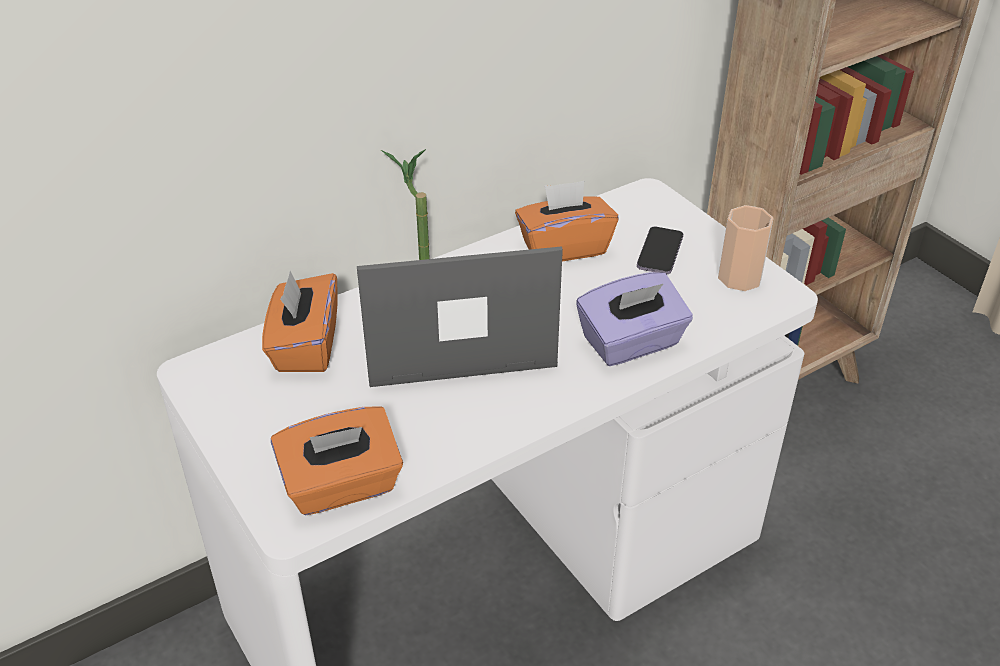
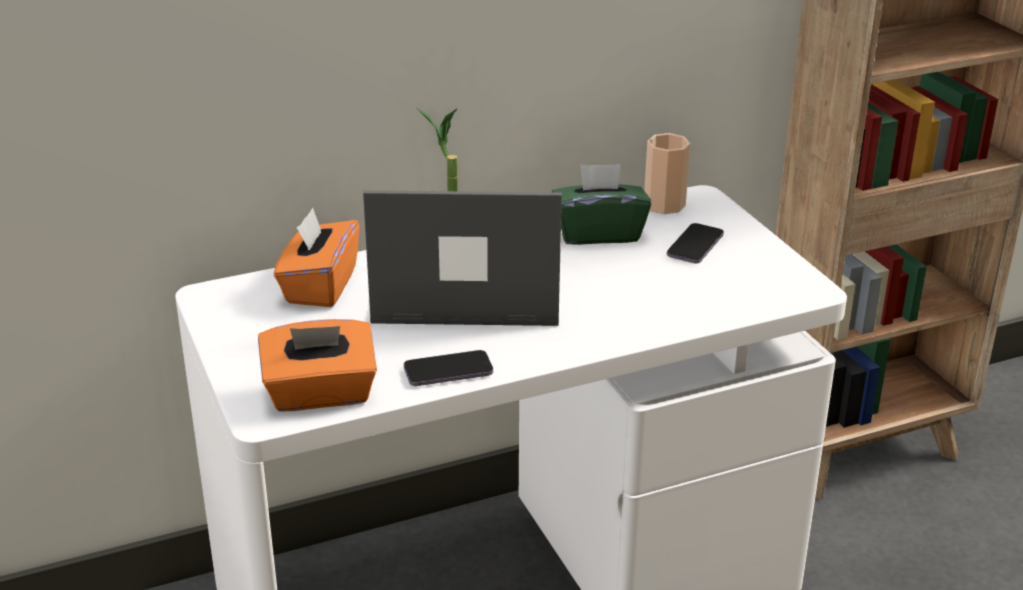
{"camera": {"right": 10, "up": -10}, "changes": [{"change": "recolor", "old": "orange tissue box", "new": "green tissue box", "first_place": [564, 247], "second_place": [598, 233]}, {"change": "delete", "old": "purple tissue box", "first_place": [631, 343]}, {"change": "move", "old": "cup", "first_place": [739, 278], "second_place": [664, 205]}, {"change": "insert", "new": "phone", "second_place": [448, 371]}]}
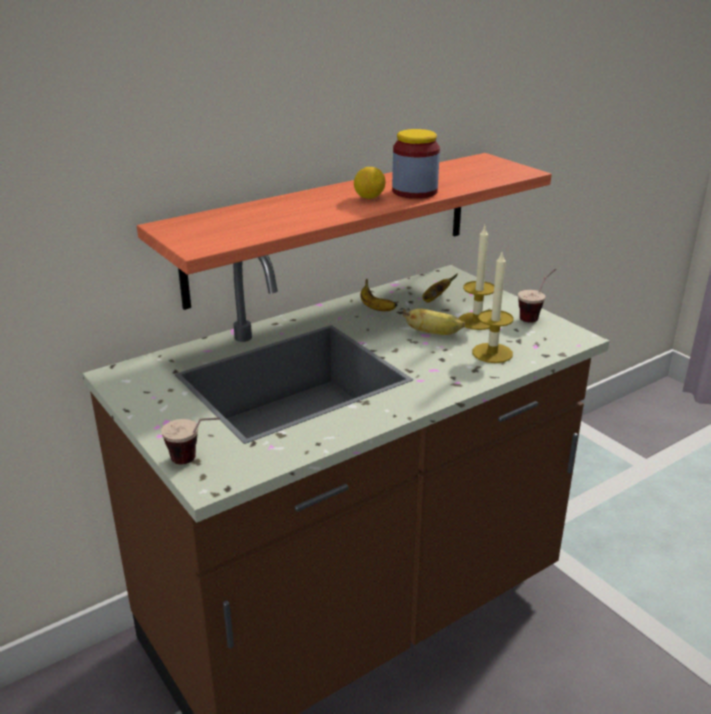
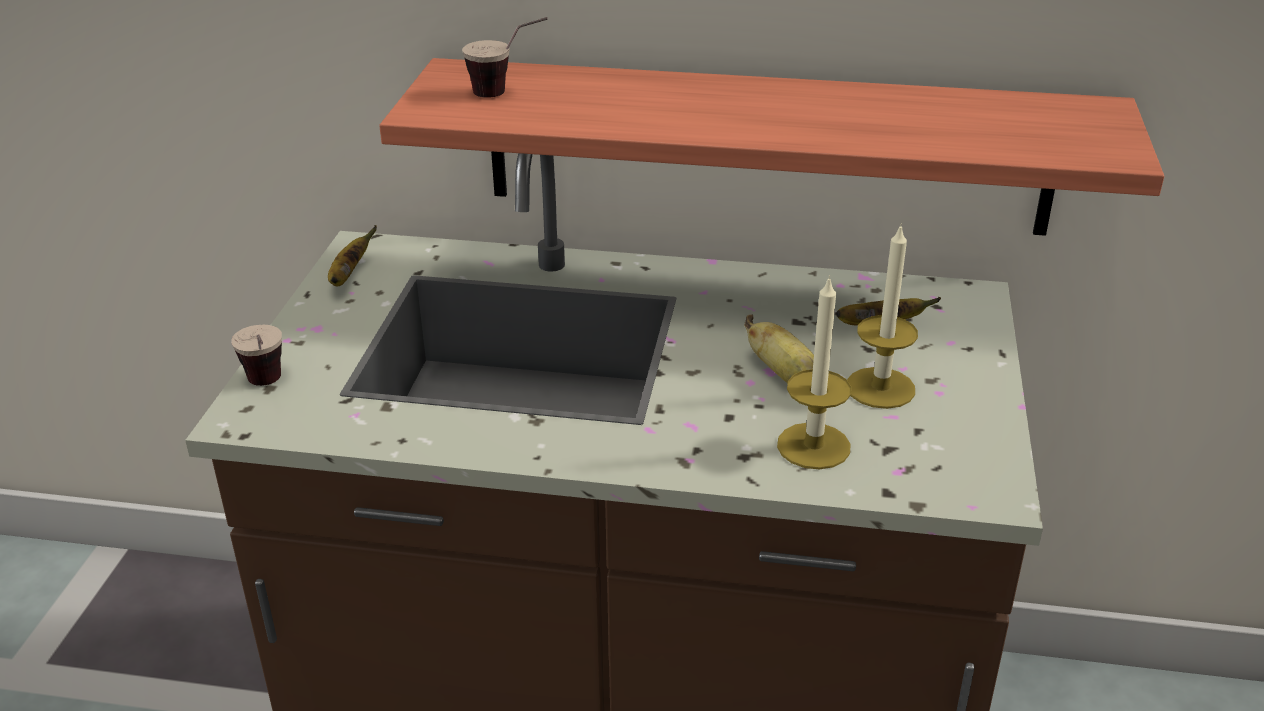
{"camera": {"right": 45, "up": 5}, "changes": [{"change": "delete", "old": "lemon", "first_place": [369, 198]}, {"change": "move", "old": "banana", "first_place": [375, 308], "second_place": [348, 275]}, {"change": "delete", "old": "jar", "first_place": [414, 191]}, {"change": "move", "old": "cup", "first_place": [535, 316], "second_place": [508, 93]}]}
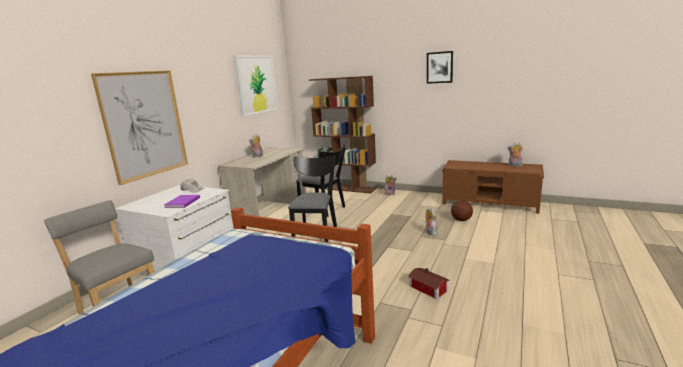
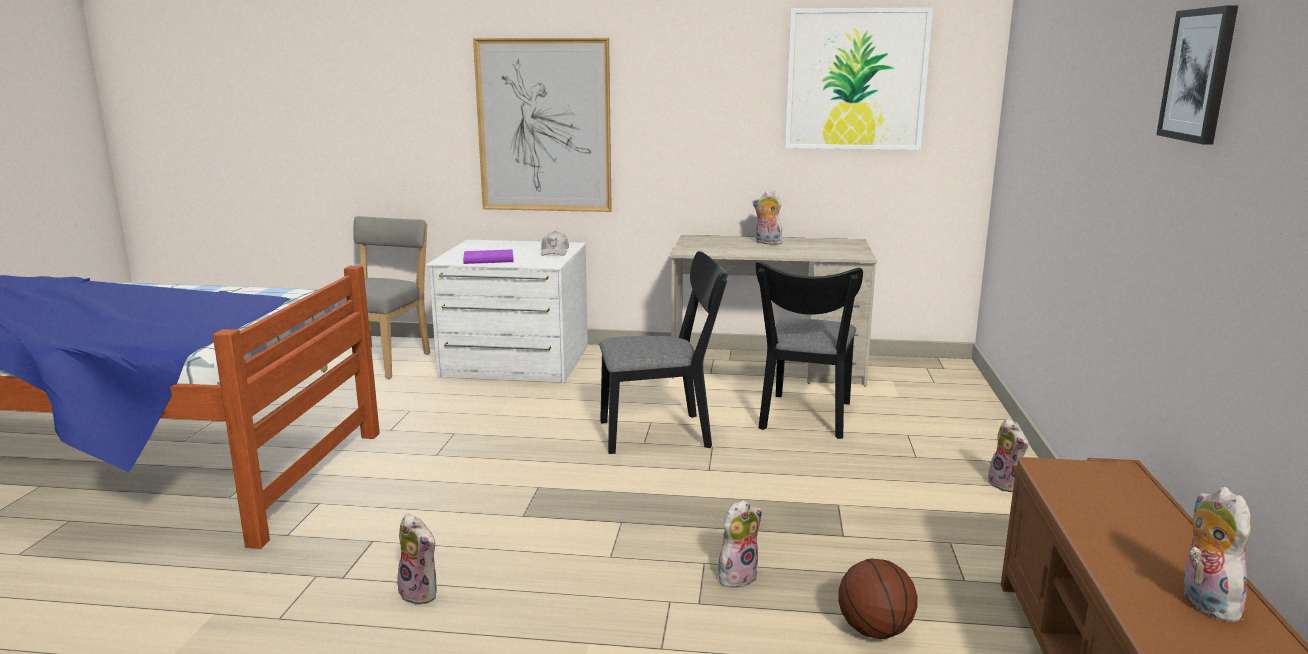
{"camera": {"right": 70, "up": 0}, "changes": [{"change": "delete", "old": "brown bookcase", "first_place": [347, 188]}, {"change": "replace", "old": "toy house", "new": "plush toy", "first_place": [428, 289], "second_place": [422, 593]}]}
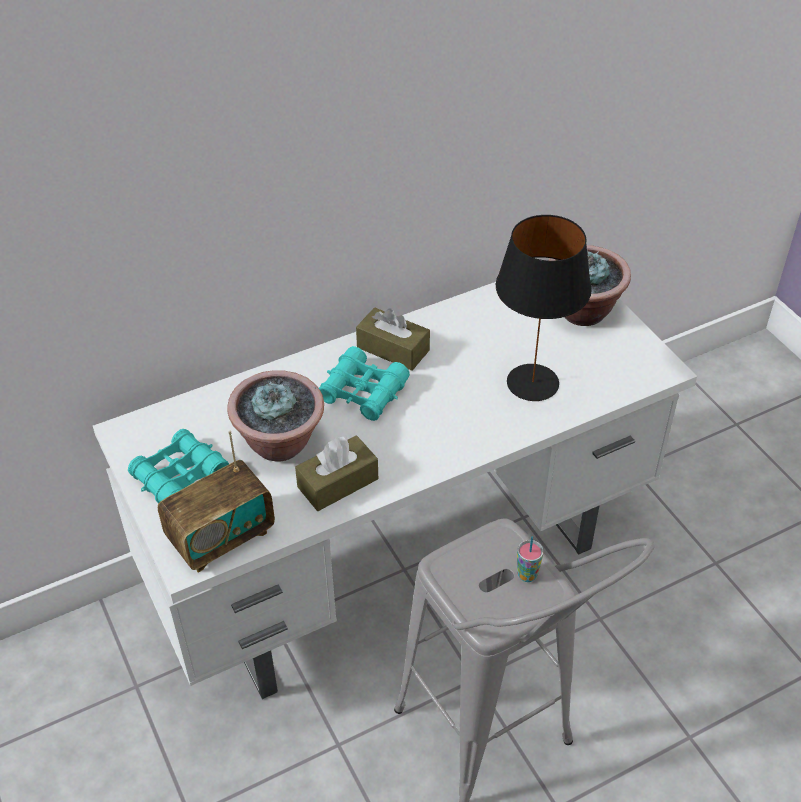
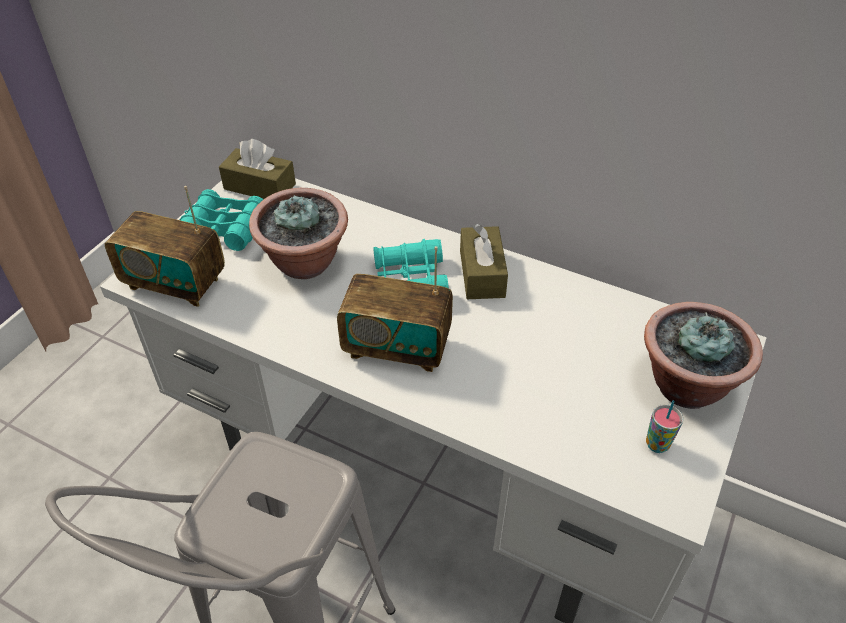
{"camera": {"right": 55, "up": 0}, "changes": [{"change": "move", "old": "brown tissue box", "first_place": [338, 483], "second_place": [259, 186]}, {"change": "delete", "old": "black table lamp", "first_place": [533, 383]}, {"change": "move", "old": "cup", "first_place": [527, 575], "second_place": [657, 444]}, {"change": "insert", "new": "radio", "second_place": [397, 347]}]}
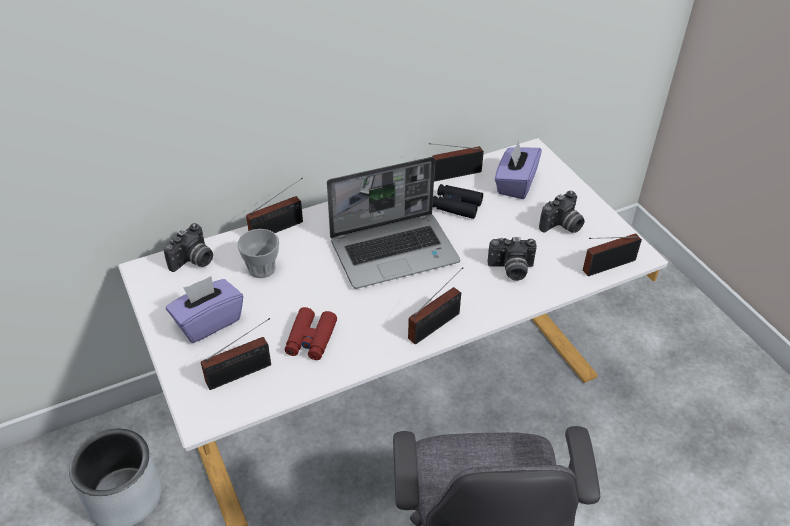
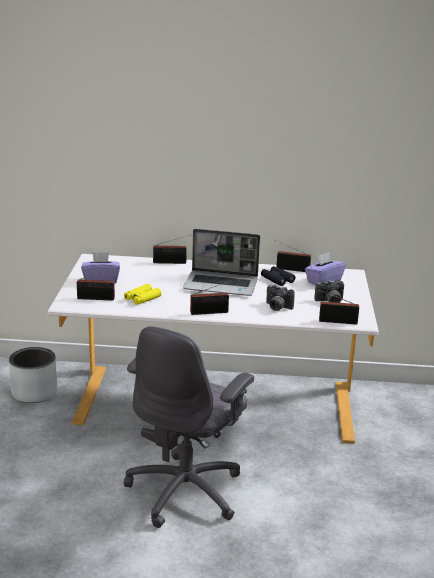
{"camera": {"right": 30, "up": -20}, "changes": [{"change": "delete", "old": "photo camera", "first_place": [193, 261]}, {"change": "delete", "old": "cup", "first_place": [262, 268]}, {"change": "recolor", "old": "red binoculars", "new": "yellow binoculars", "first_place": [311, 339], "second_place": [142, 298]}]}
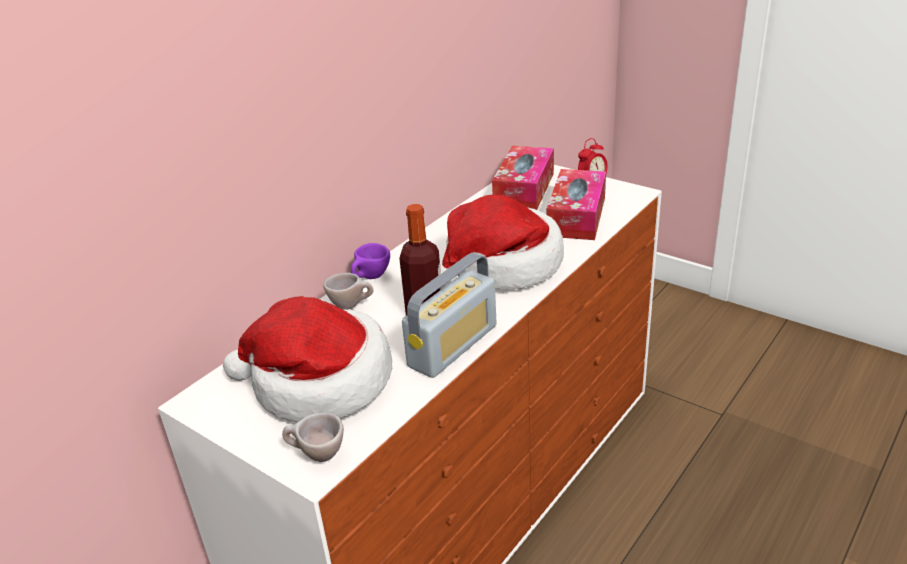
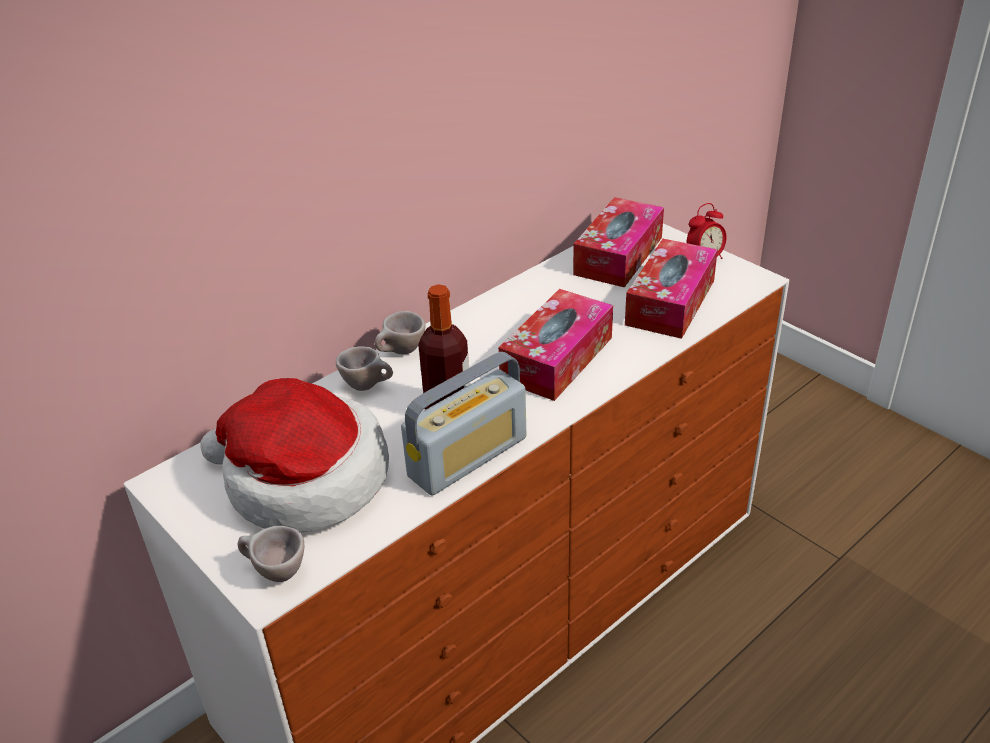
{"camera": {"right": 10, "up": 5}, "changes": [{"change": "recolor", "old": "purple cup", "new": "beige cup", "first_place": [371, 278], "second_place": [401, 353]}, {"change": "replace", "old": "hat", "new": "tissue box", "first_place": [501, 266], "second_place": [557, 358]}]}
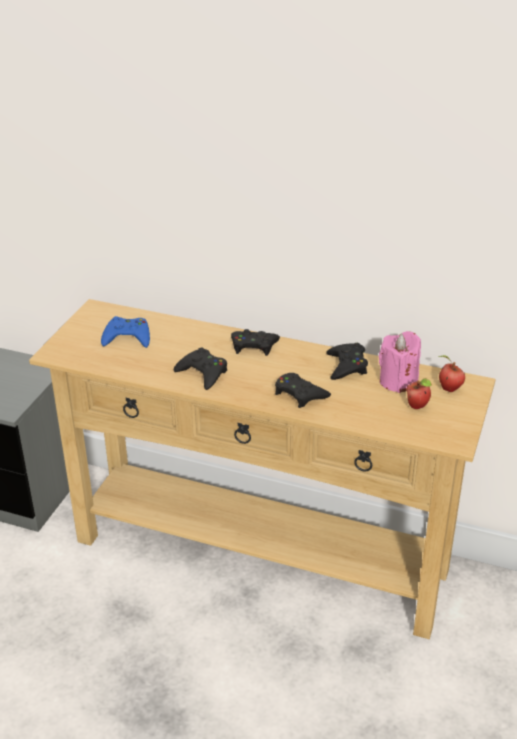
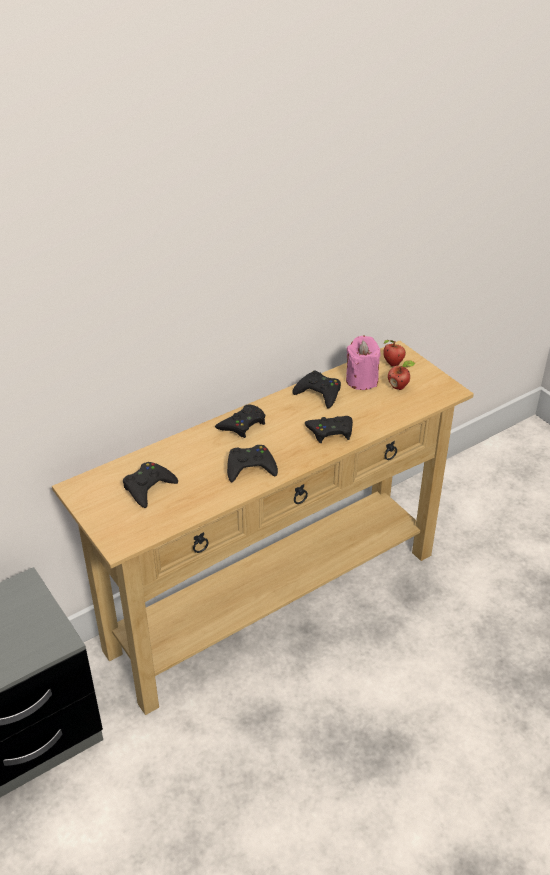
{"camera": {"right": -55, "up": 5}, "changes": [{"change": "recolor", "old": "blue game controller", "new": "black game controller", "first_place": [127, 337], "second_place": [148, 487]}]}
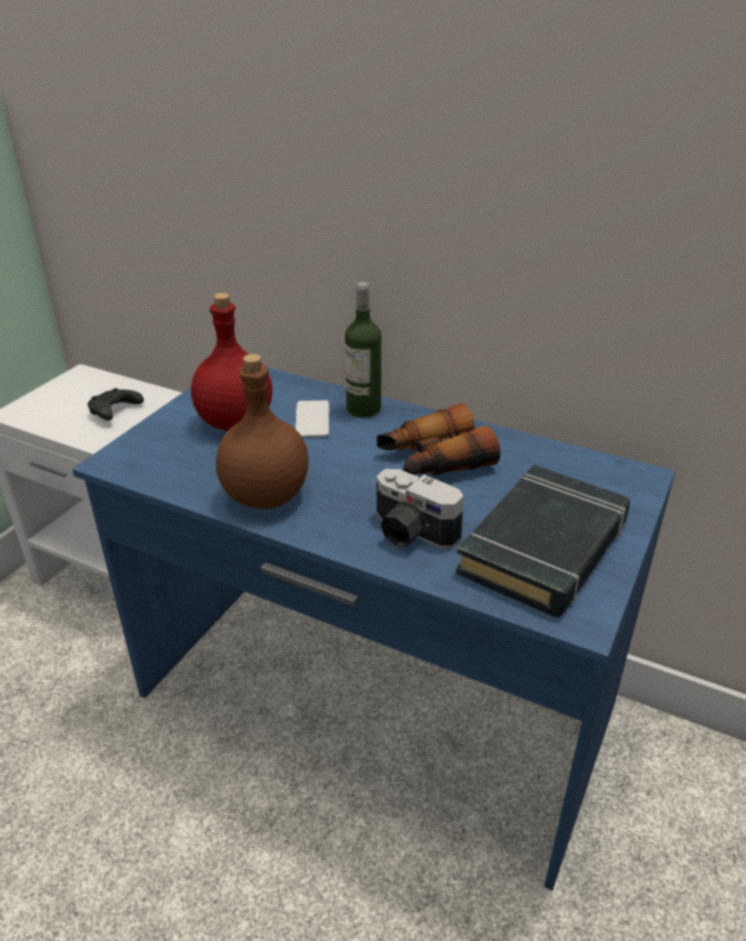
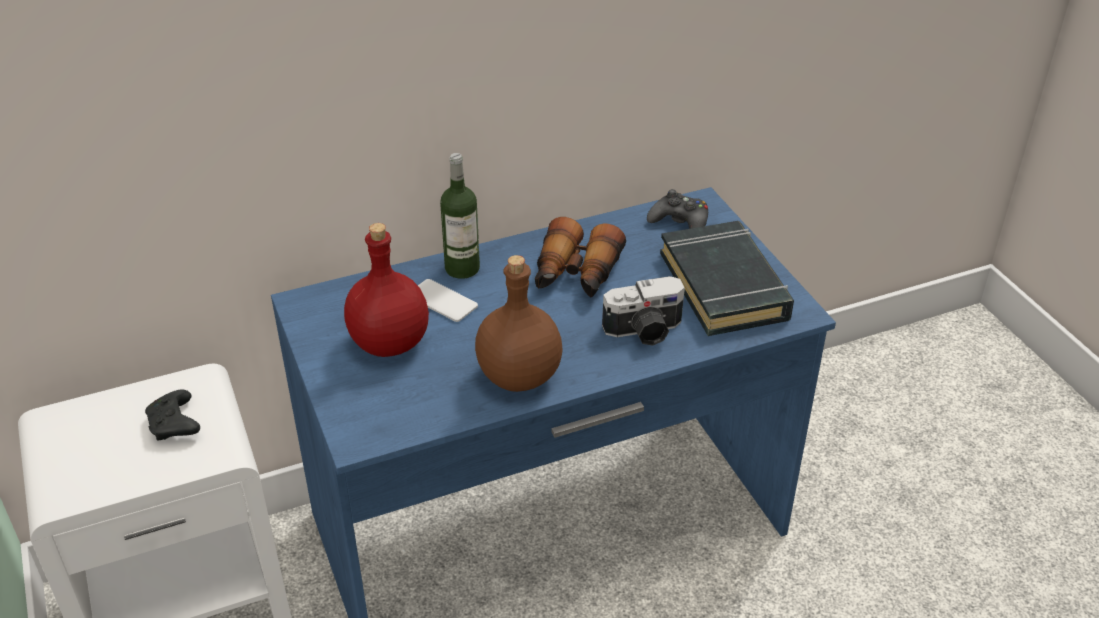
{"camera": {"right": -50, "up": 5}, "changes": [{"change": "insert", "new": "black game controller", "second_place": [680, 221]}]}
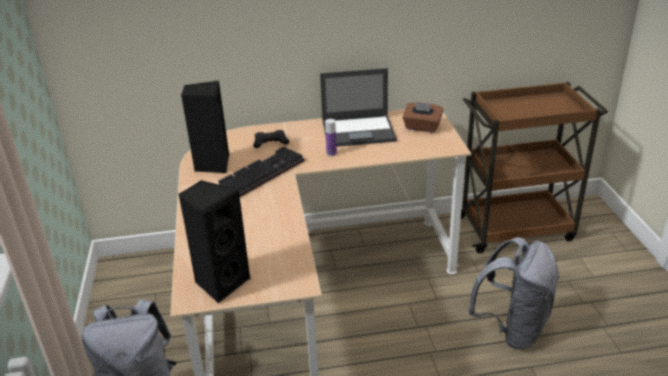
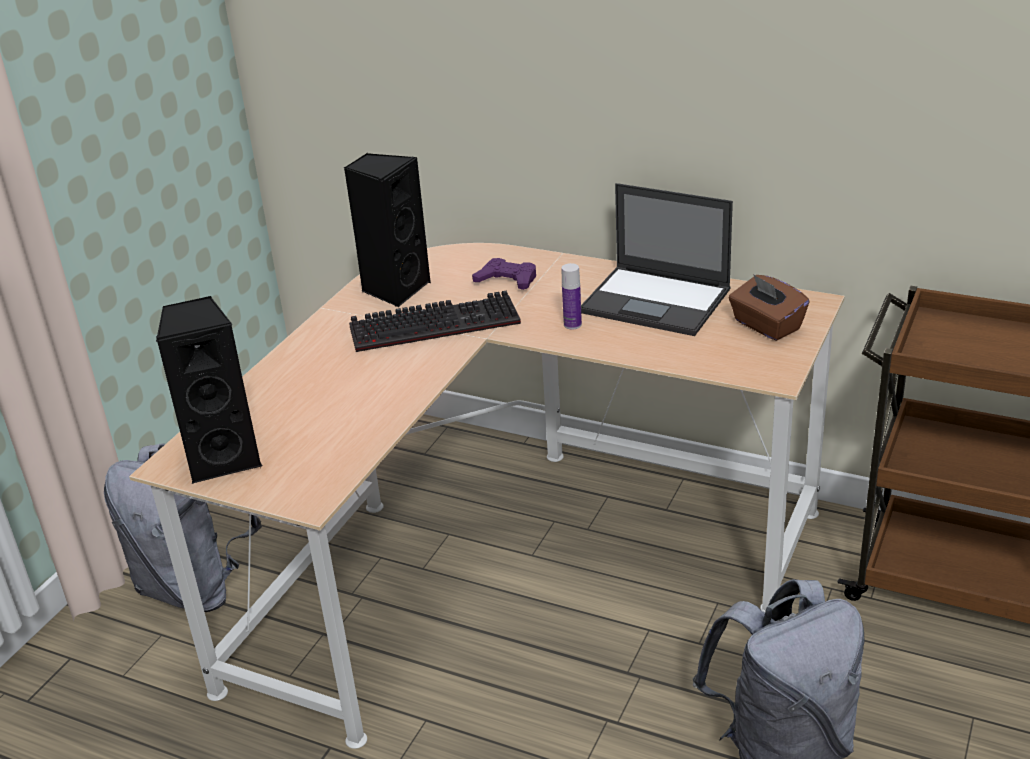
{"camera": {"right": 35, "up": 0}, "changes": [{"change": "recolor", "old": "black game controller", "new": "purple game controller", "first_place": [270, 142], "second_place": [507, 280]}]}
